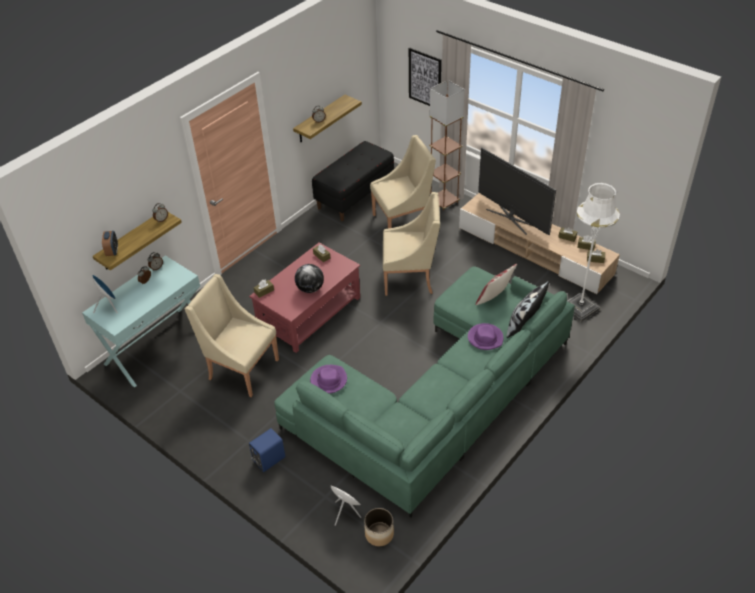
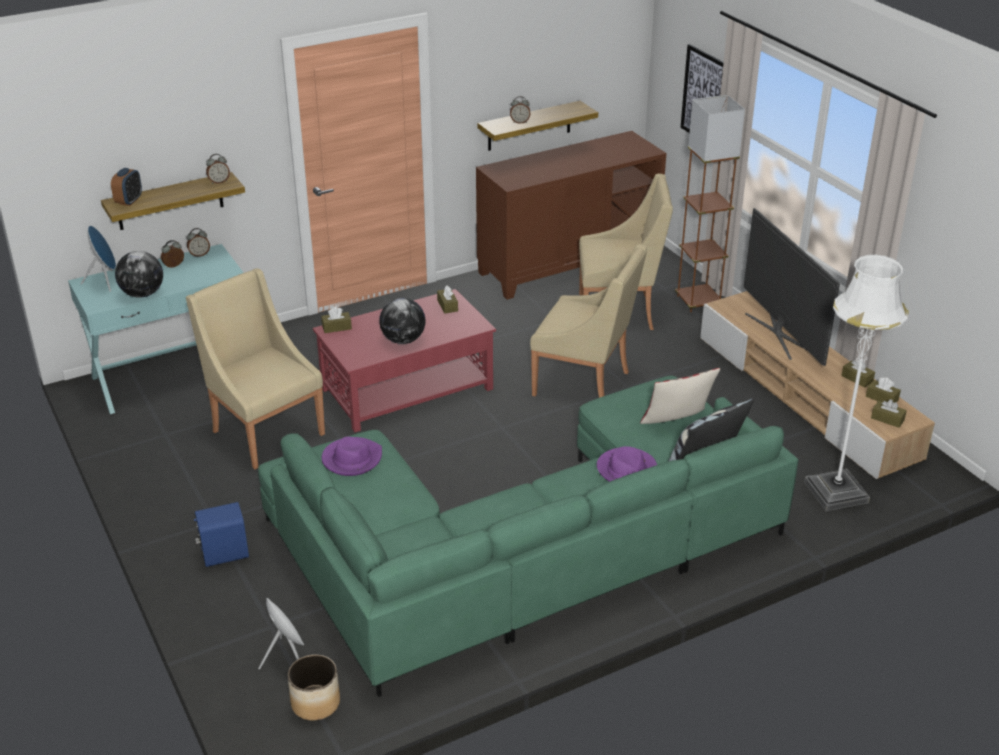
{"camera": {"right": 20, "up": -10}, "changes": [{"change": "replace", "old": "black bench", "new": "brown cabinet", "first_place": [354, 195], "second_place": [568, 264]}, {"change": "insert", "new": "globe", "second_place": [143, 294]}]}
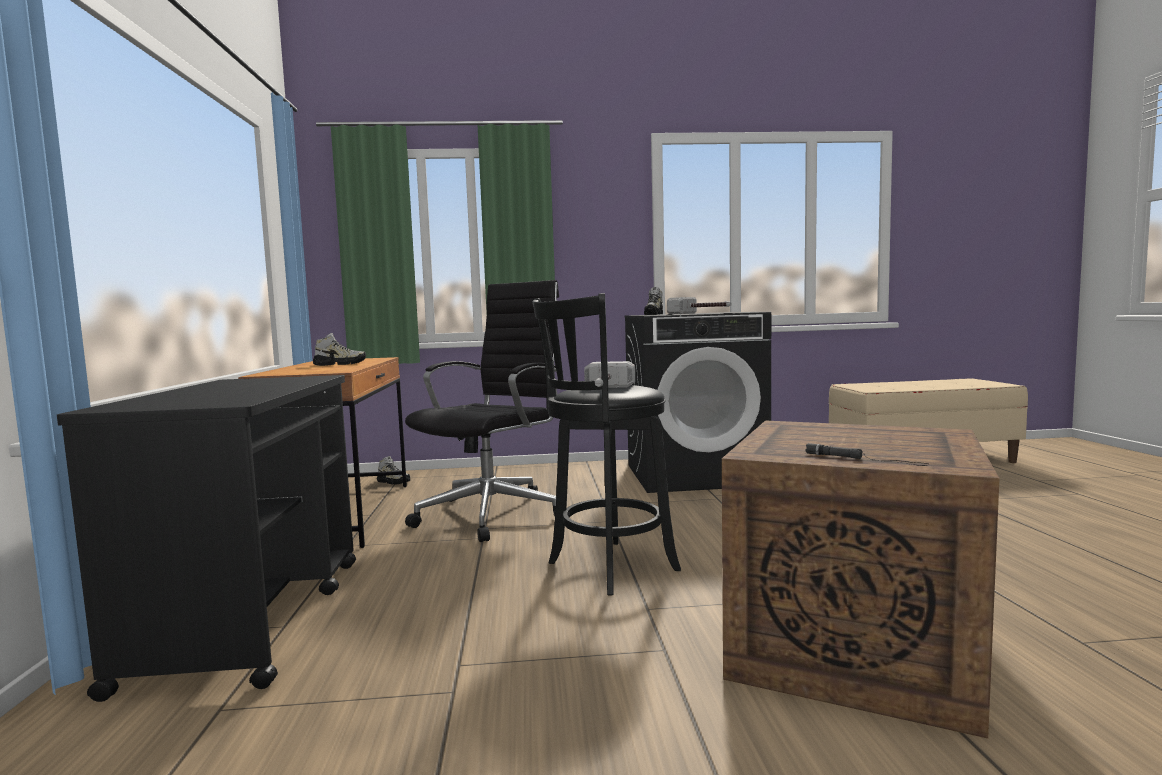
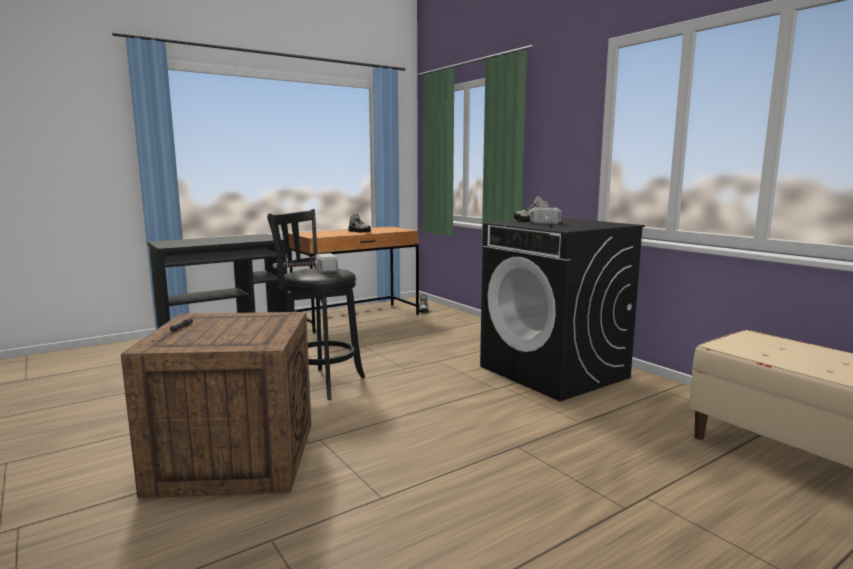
{"camera": {"right": 60, "up": 5}, "changes": [{"change": "delete", "old": "black office chair", "first_place": [494, 513]}]}
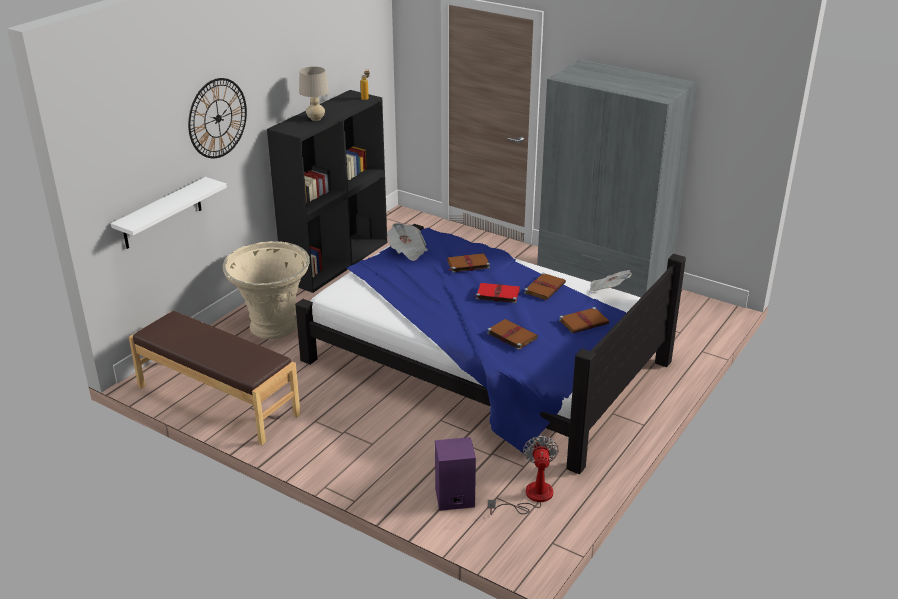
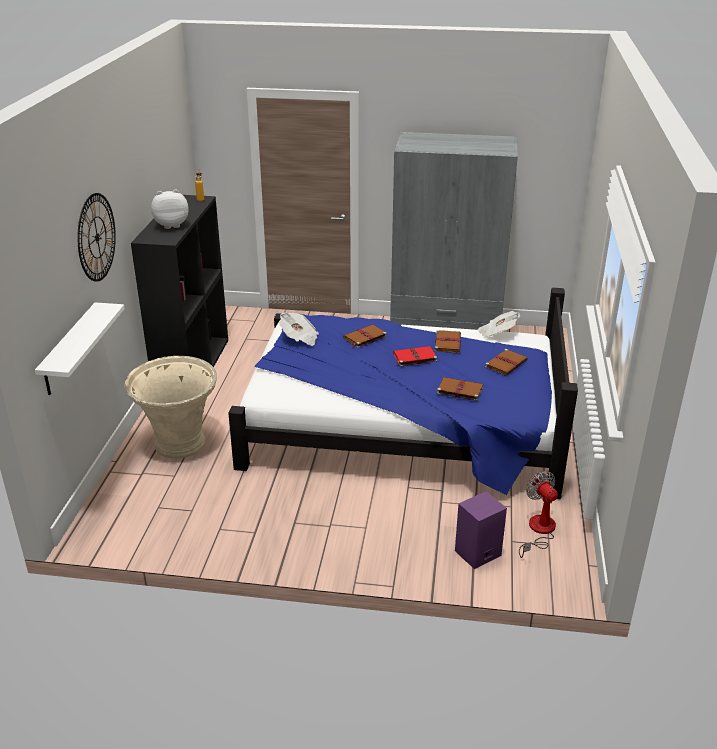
{"camera": {"right": -25, "up": 0}, "changes": [{"change": "delete", "old": "brown bench", "first_place": [217, 401]}, {"change": "replace", "old": "beige table lamp", "new": "plush toy", "first_place": [316, 118], "second_place": [171, 225]}]}
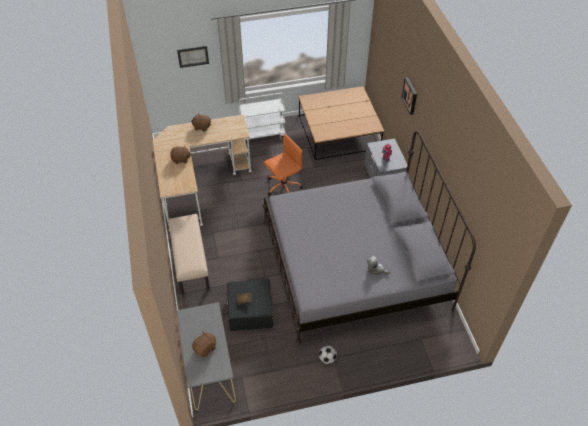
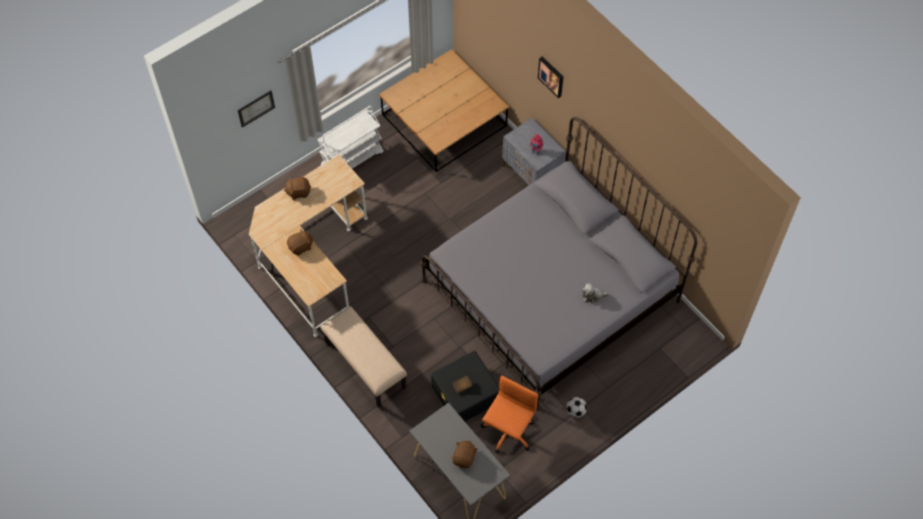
{"camera": {"right": -25, "up": 10}, "changes": [{"change": "move", "old": "orange office chair", "first_place": [283, 187], "second_place": [507, 432]}]}
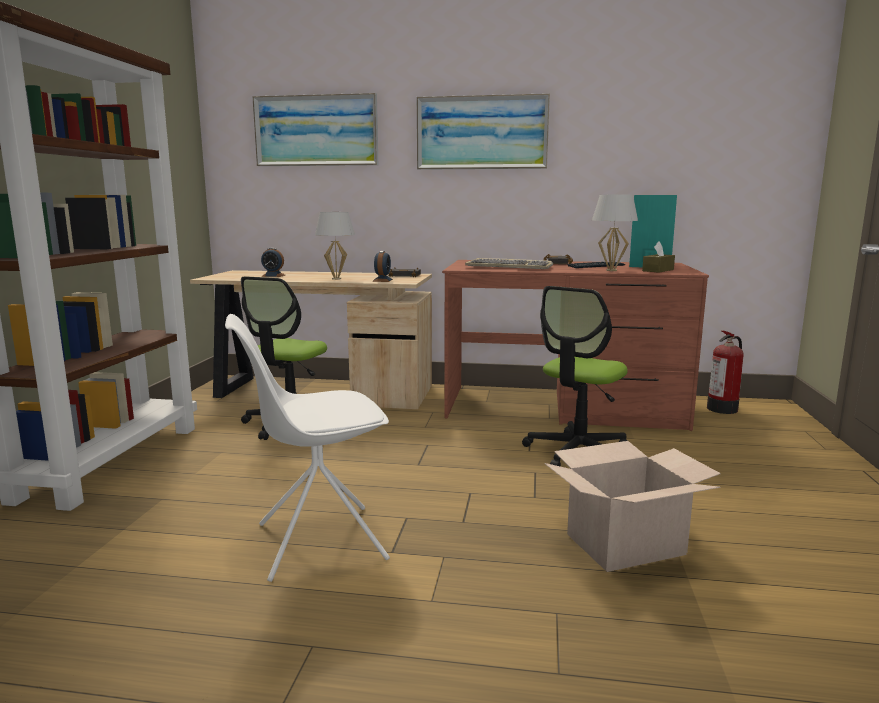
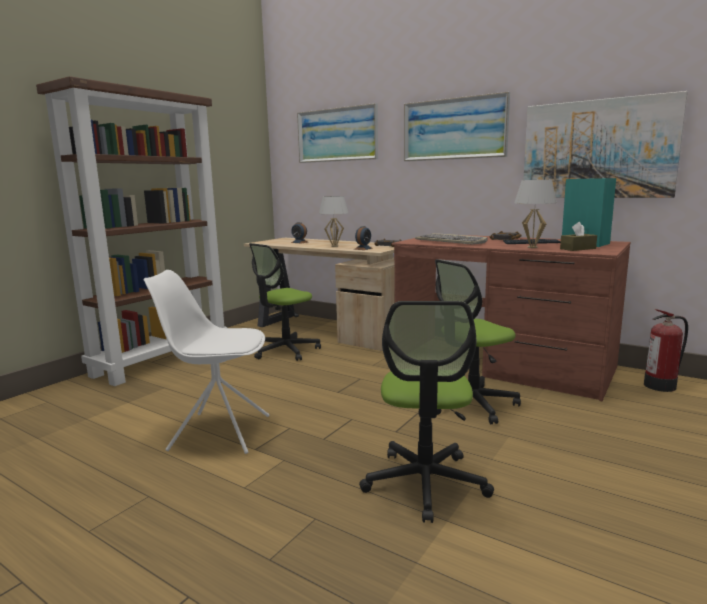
{"camera": {"right": 25, "up": 0}, "changes": [{"change": "replace", "old": "cardboard box", "new": "office chair", "first_place": [625, 545], "second_place": [425, 483]}, {"change": "insert", "new": "picture", "second_place": [597, 149]}]}
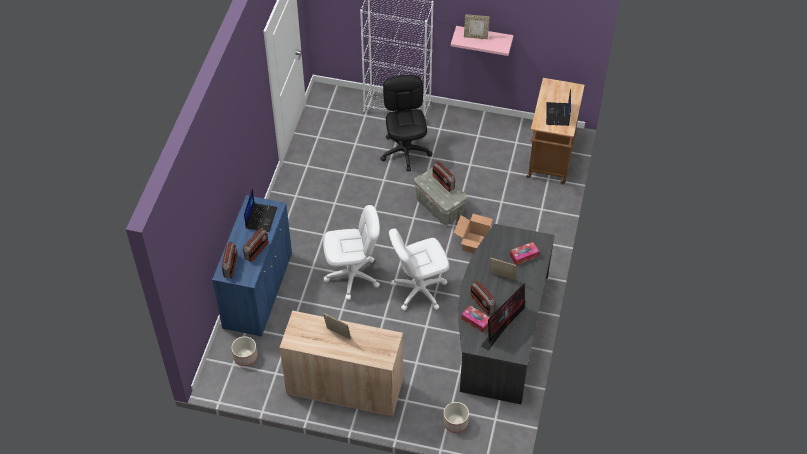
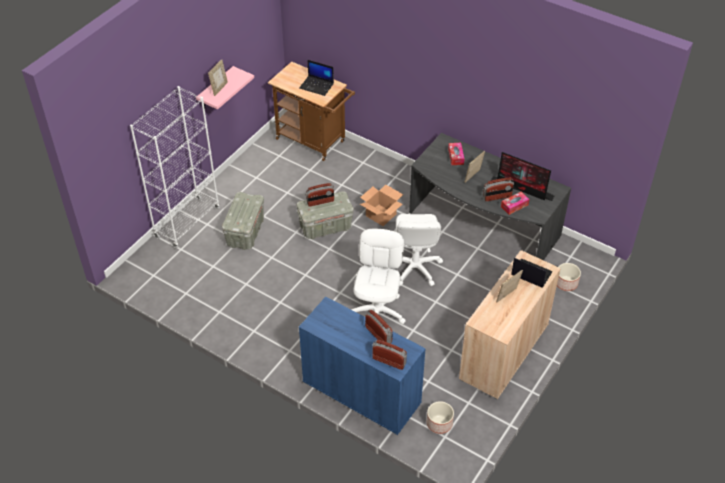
{"camera": {"right": -70, "up": -5}, "changes": [{"change": "move", "old": "laptop", "first_place": [261, 217], "second_place": [530, 273]}, {"change": "replace", "old": "black office chair", "new": "grey storage box", "first_place": [405, 151], "second_place": [245, 232]}, {"change": "rotate", "old": "monitor", "first_place": [504, 323], "second_place": [523, 189], "degrees": 150}]}
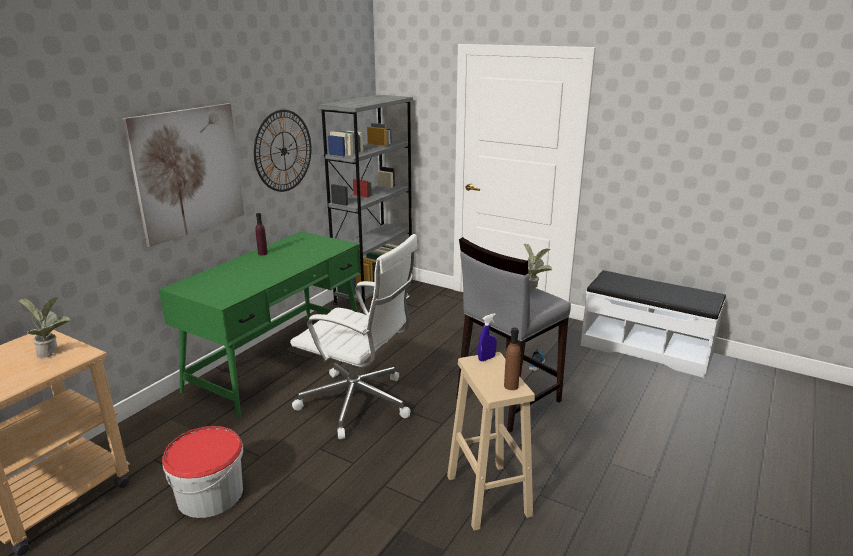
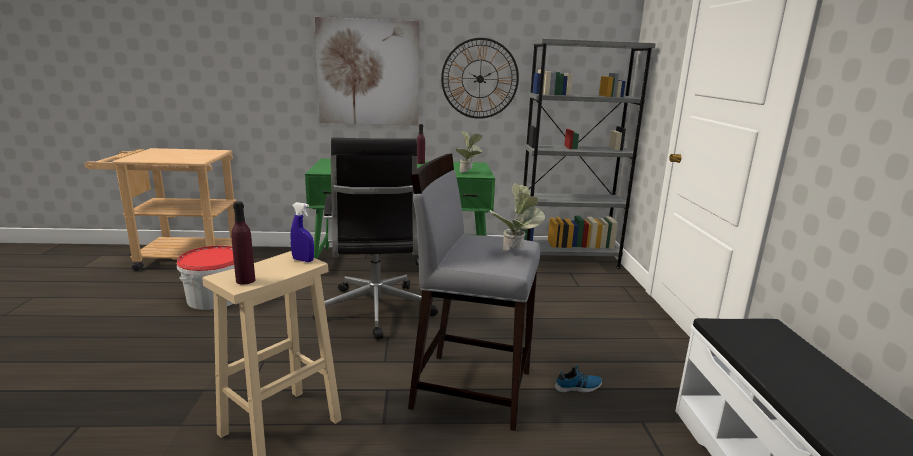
{"camera": {"right": 55, "up": -5}, "changes": [{"change": "move", "old": "potted plant", "first_place": [53, 352], "second_place": [468, 172]}, {"change": "recolor", "old": "white office chair", "new": "black office chair", "first_place": [359, 404], "second_place": [375, 311]}, {"change": "recolor", "old": "brown bottle", "new": "purple bottle", "first_place": [511, 386], "second_place": [245, 280]}]}
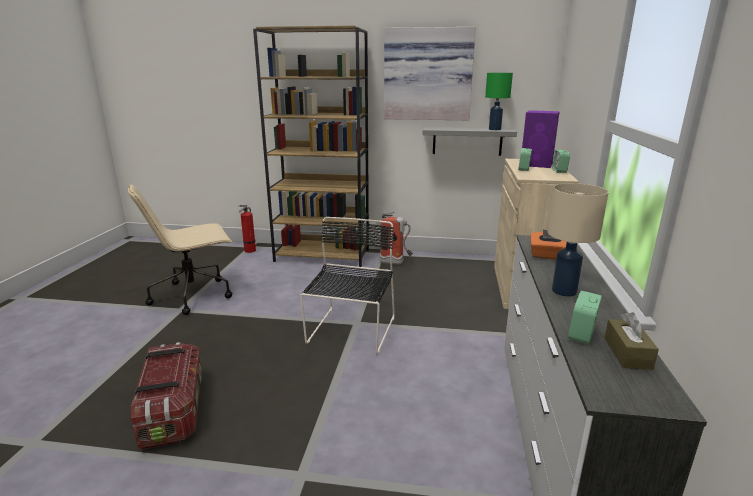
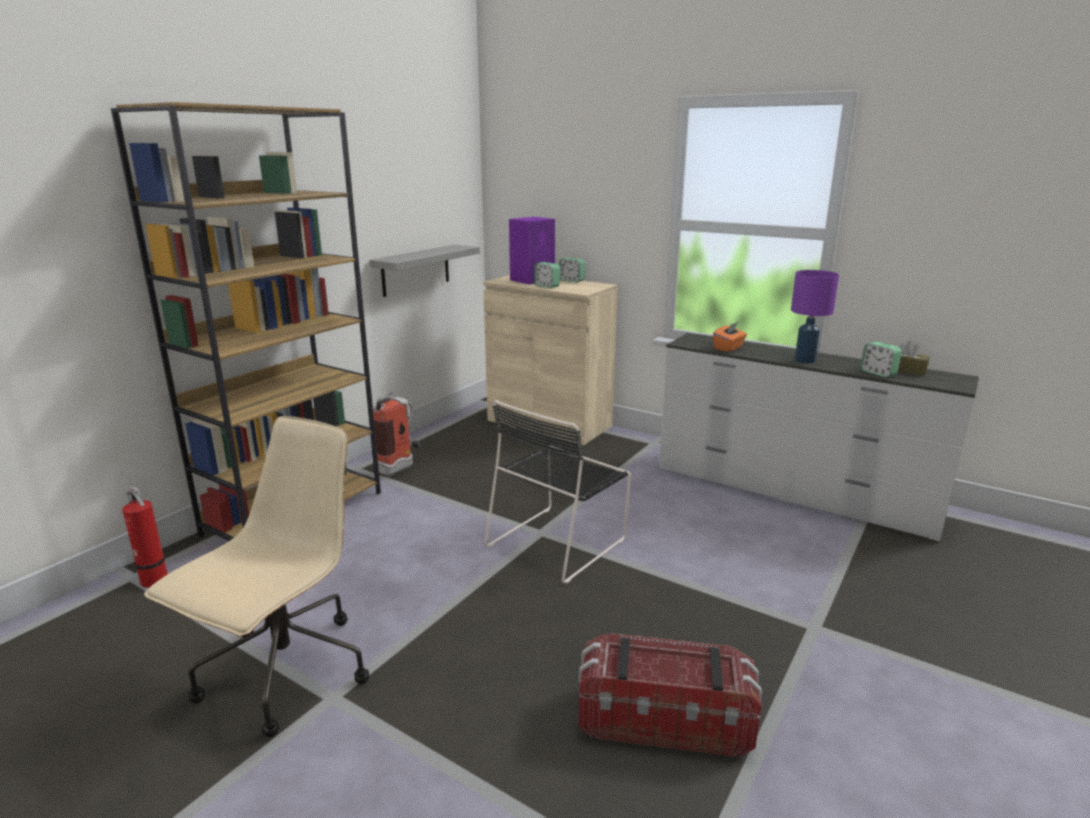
{"camera": {"right": -65, "up": 0}, "changes": [{"change": "rotate", "old": "beige office chair", "first_place": [193, 295], "second_place": [284, 674], "degrees": -150}, {"change": "rotate", "old": "black chair", "first_place": [351, 331], "second_place": [559, 541], "degrees": -90}, {"change": "delete", "old": "picture", "first_place": [427, 74]}, {"change": "delete", "old": "green table lamp", "first_place": [495, 129]}, {"change": "recolor", "old": "beige table lamp", "new": "purple table lamp", "first_place": [563, 291], "second_place": [804, 360]}]}
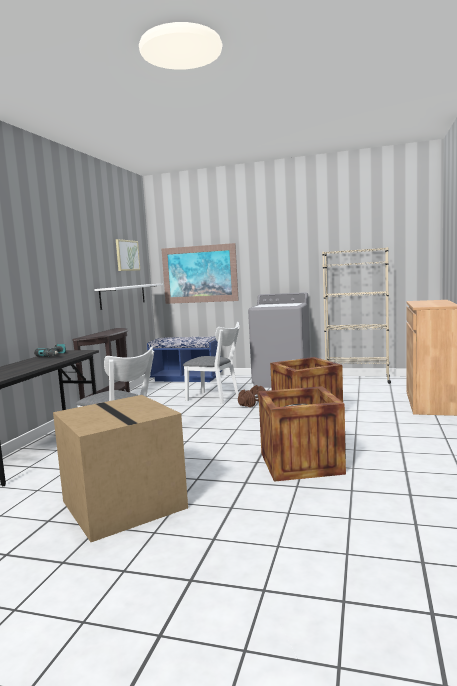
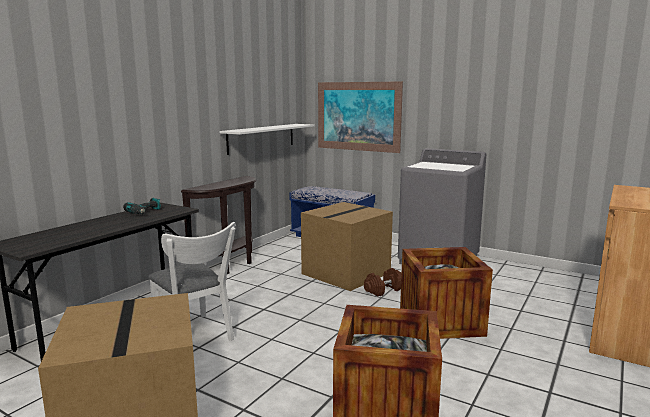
{"camera": {"right": 15, "up": 5}, "changes": [{"change": "delete", "old": "picture", "first_place": [127, 255]}, {"change": "replace", "old": "white chair", "new": "cardboard box", "first_place": [216, 398], "second_place": [346, 273]}, {"change": "delete", "old": "beige bookcase", "first_place": [357, 379]}]}
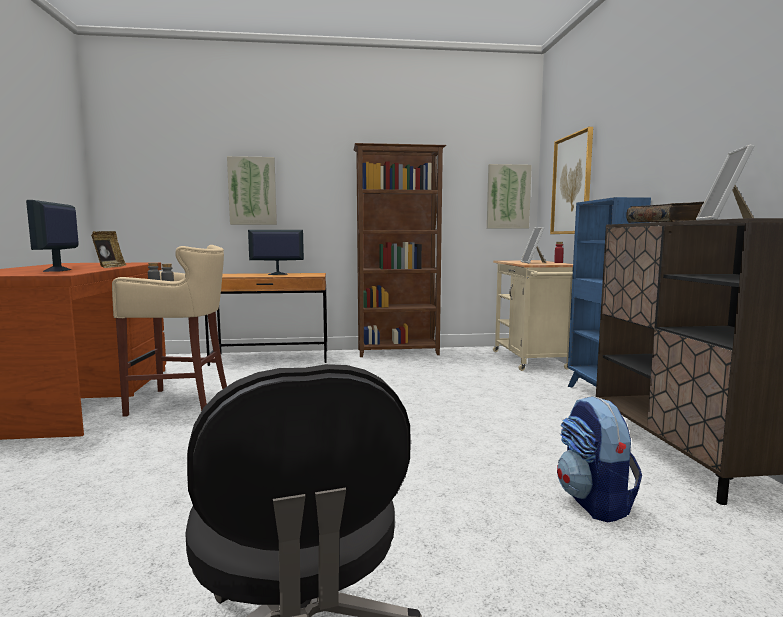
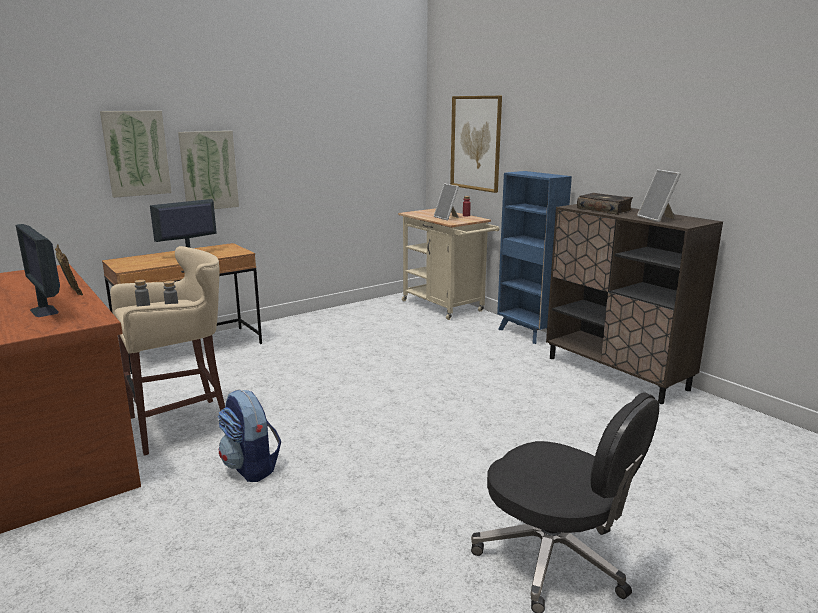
{"camera": {"right": -30, "up": 10}, "changes": [{"change": "delete", "old": "brown bookcase", "first_place": [399, 352]}, {"change": "move", "old": "picture", "first_place": [508, 196], "second_place": [209, 170]}, {"change": "move", "old": "backpack", "first_place": [594, 502], "second_place": [251, 467]}]}
